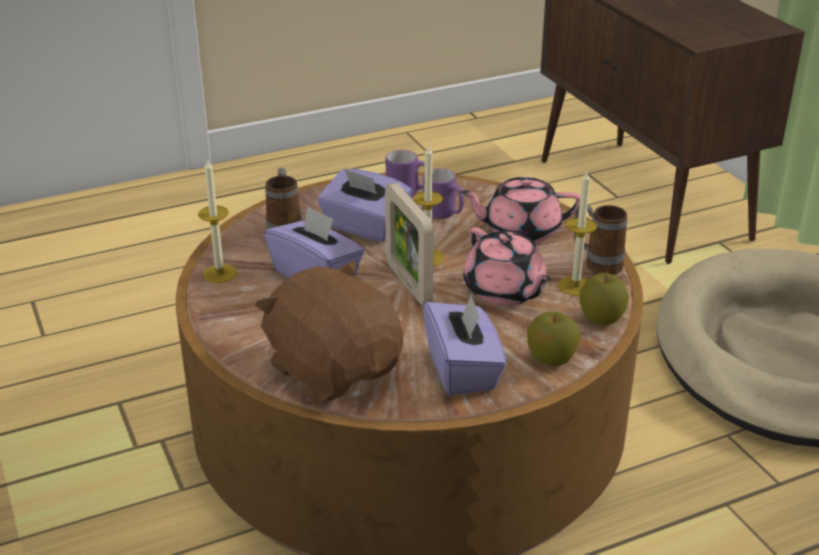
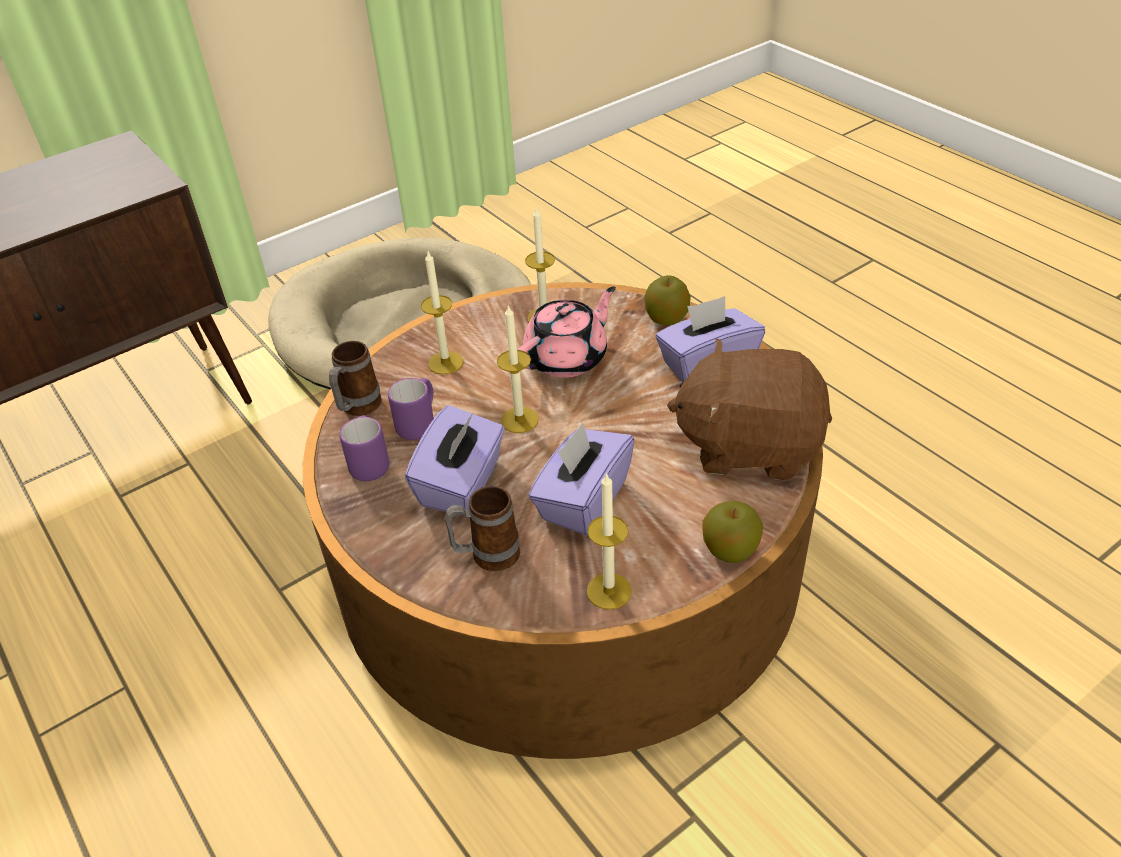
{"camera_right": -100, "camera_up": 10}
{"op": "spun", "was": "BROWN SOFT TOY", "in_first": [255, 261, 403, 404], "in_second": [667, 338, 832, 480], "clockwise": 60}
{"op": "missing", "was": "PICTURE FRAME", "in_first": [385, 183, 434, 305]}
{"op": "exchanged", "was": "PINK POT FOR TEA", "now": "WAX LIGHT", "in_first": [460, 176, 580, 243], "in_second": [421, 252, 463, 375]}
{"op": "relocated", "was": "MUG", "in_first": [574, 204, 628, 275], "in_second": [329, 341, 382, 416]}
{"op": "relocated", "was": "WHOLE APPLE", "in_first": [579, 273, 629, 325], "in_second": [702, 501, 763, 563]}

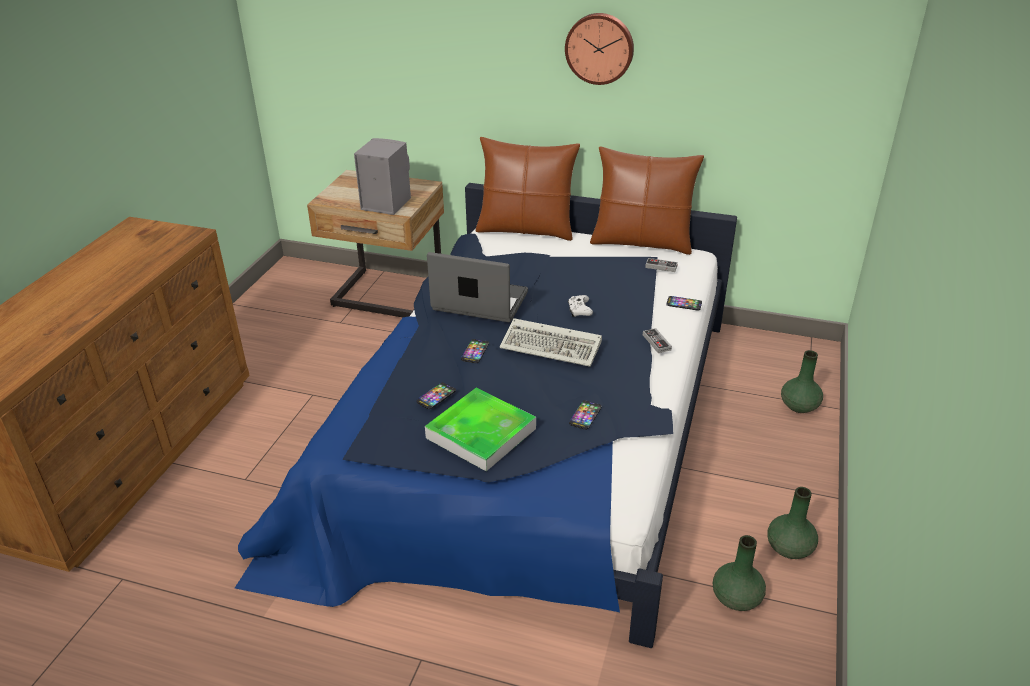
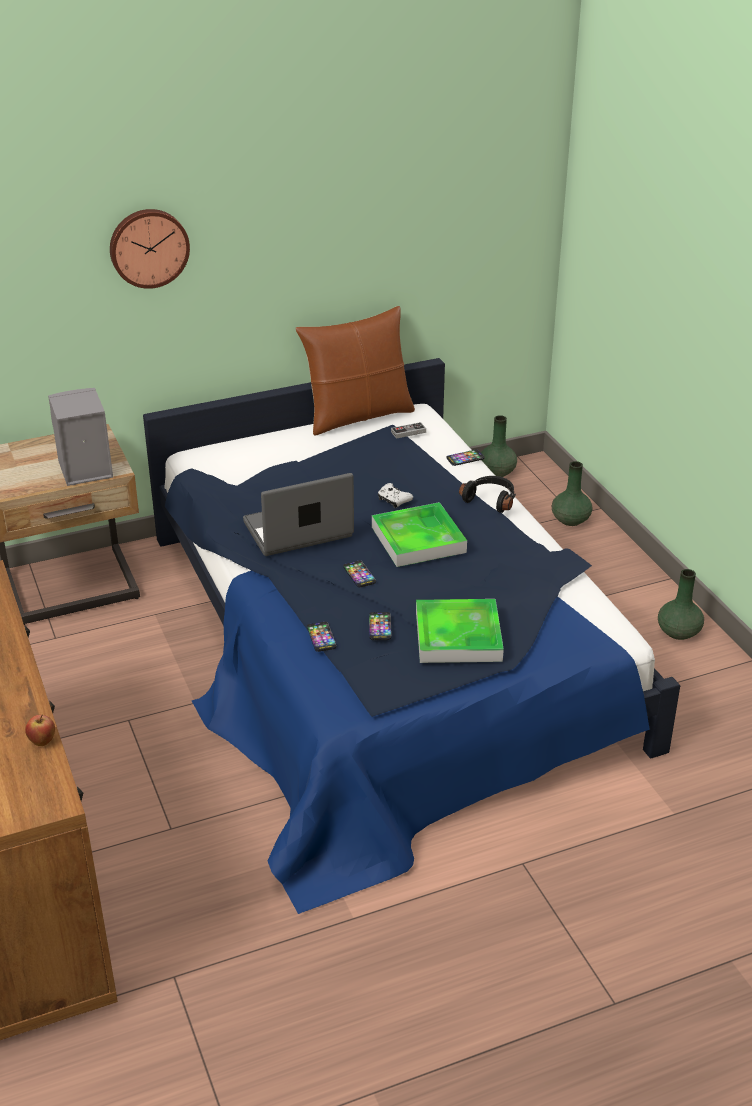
{"camera_right": -40, "camera_up": 0}
{"op": "missing", "was": "BROWN THROW PILLOW", "in_first": [475, 137, 580, 241]}
{"op": "exchanged", "was": "KEYBOARD", "now": "CARRYING TRAY", "in_first": [500, 318, 602, 367], "in_second": [372, 502, 467, 567]}
{"op": "relocated", "was": "CLOCK ON THE WALL", "in_first": [565, 13, 634, 85], "in_second": [110, 209, 190, 289]}
{"op": "relocated", "was": "TELEPHONE", "in_first": [569, 400, 602, 430], "in_second": [307, 622, 336, 652]}
{"op": "exchanged", "was": "GAMEPAD", "now": "BLACKISH PAIR OF HEADPHONES", "in_first": [643, 328, 672, 353], "in_second": [459, 476, 516, 513]}
{"op": "relocated", "was": "GREENISH FLOWER VASE", "in_first": [713, 535, 766, 611], "in_second": [481, 415, 517, 477]}
{"op": "appeared", "now": "WHOLE APPLE", "in_second": [25, 715, 55, 746]}

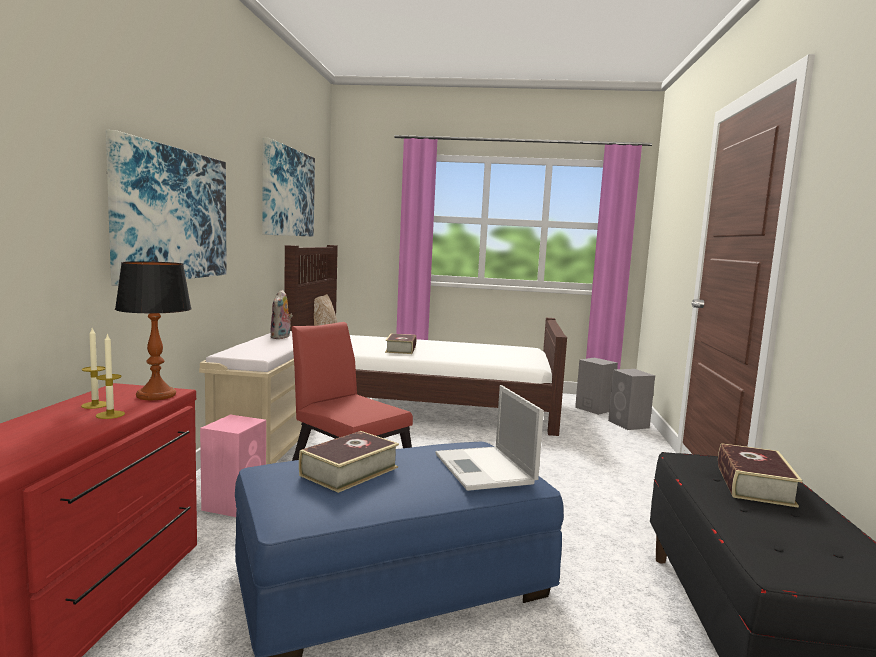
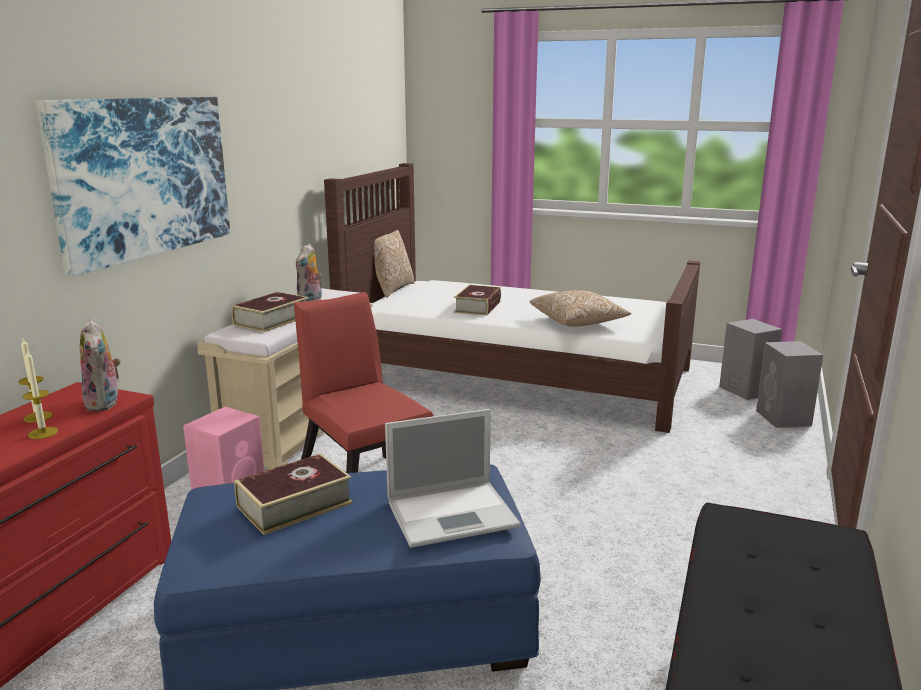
{"camera_right": 15, "camera_up": 10}
{"op": "exchanged", "was": "TABLE LAMP", "now": "SOFT TOY", "in_first": [115, 261, 192, 400], "in_second": [80, 319, 121, 411]}
{"op": "missing", "was": "WALL PICTURE", "in_first": [262, 137, 315, 237]}
{"op": "spun", "was": "PORTABLE COMPUTER", "in_first": [435, 385, 544, 491], "in_second": [385, 409, 521, 548], "clockwise": -105}
{"op": "relocated", "was": "VOLUME", "in_first": [718, 443, 803, 508], "in_second": [232, 292, 309, 332]}
{"op": "appeared", "now": "THROW PILLOW", "in_second": [530, 290, 631, 327]}

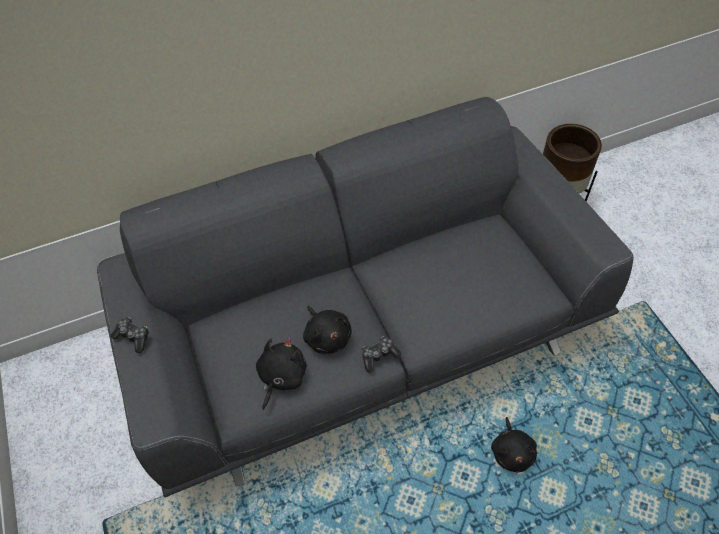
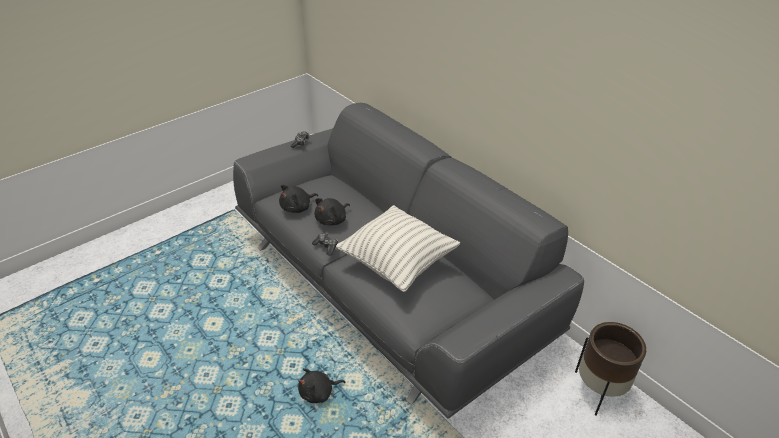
{"camera_right": 70, "camera_up": -15}
{"op": "spun", "was": "BLACKISH SOFT TOY", "in_first": [256, 337, 307, 410], "in_second": [279, 185, 318, 213], "clockwise": 135}
{"op": "appeared", "now": "THROW PILLOW", "in_second": [336, 205, 460, 292]}

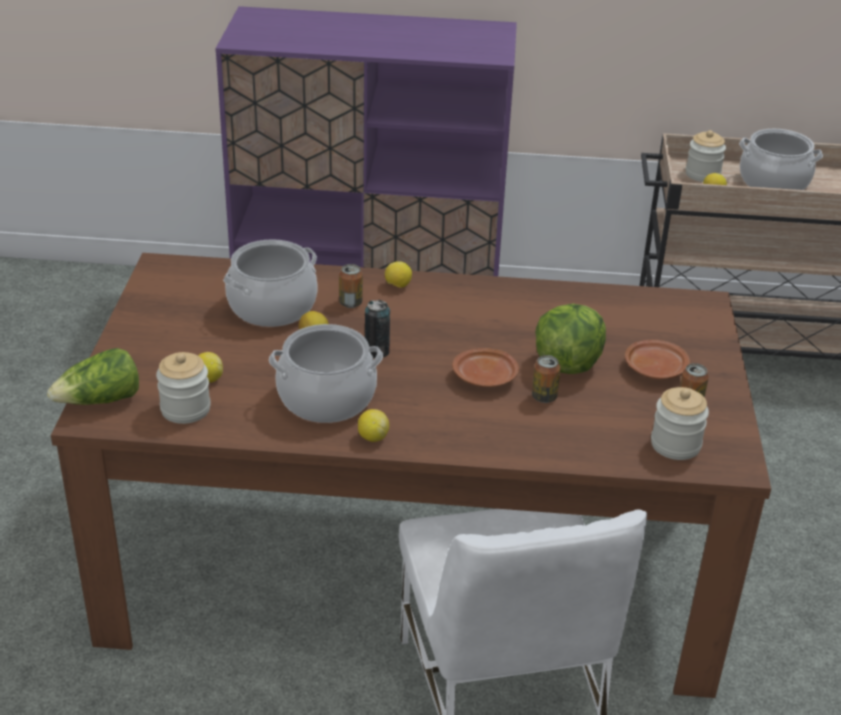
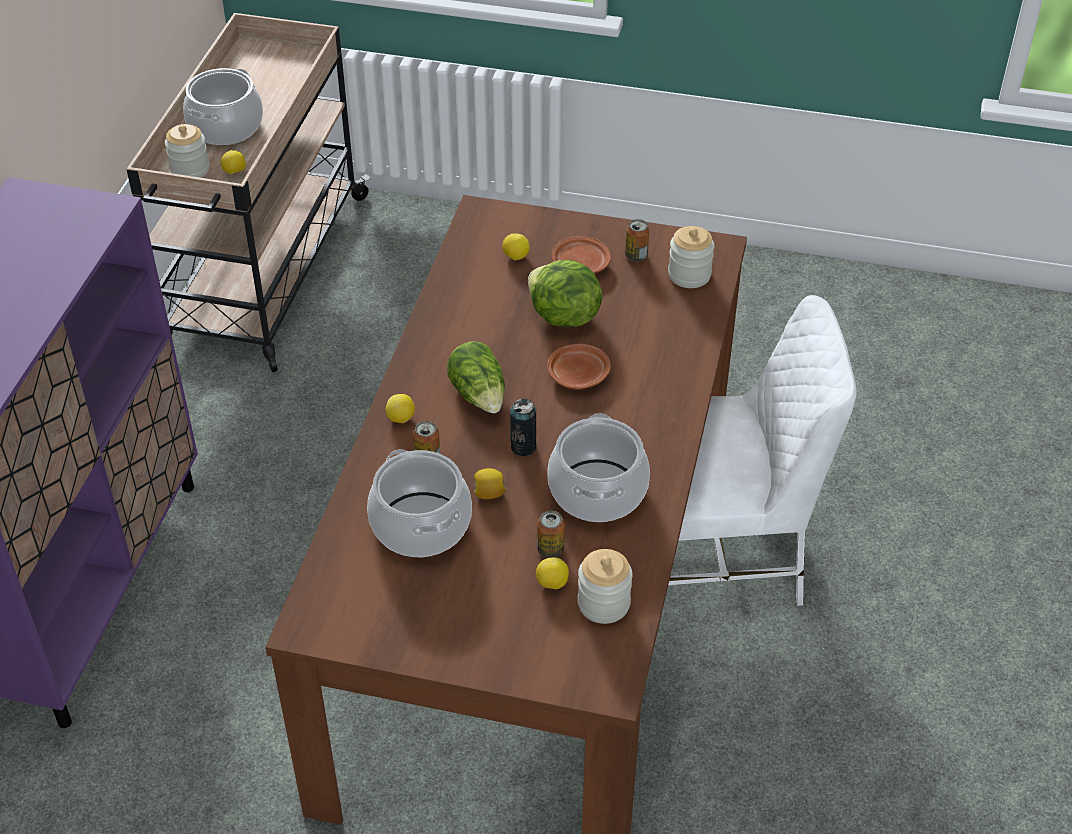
{"camera_right": -80, "camera_up": 10}
{"op": "relocated", "was": "LETTUCE", "in_first": [47, 348, 139, 405], "in_second": [447, 341, 505, 413]}
{"op": "relocated", "was": "CITRUS FRUIT", "in_first": [358, 409, 389, 442], "in_second": [502, 233, 529, 260]}
{"op": "relocated", "was": "METAL CAN", "in_first": [532, 355, 560, 403], "in_second": [537, 511, 565, 558]}

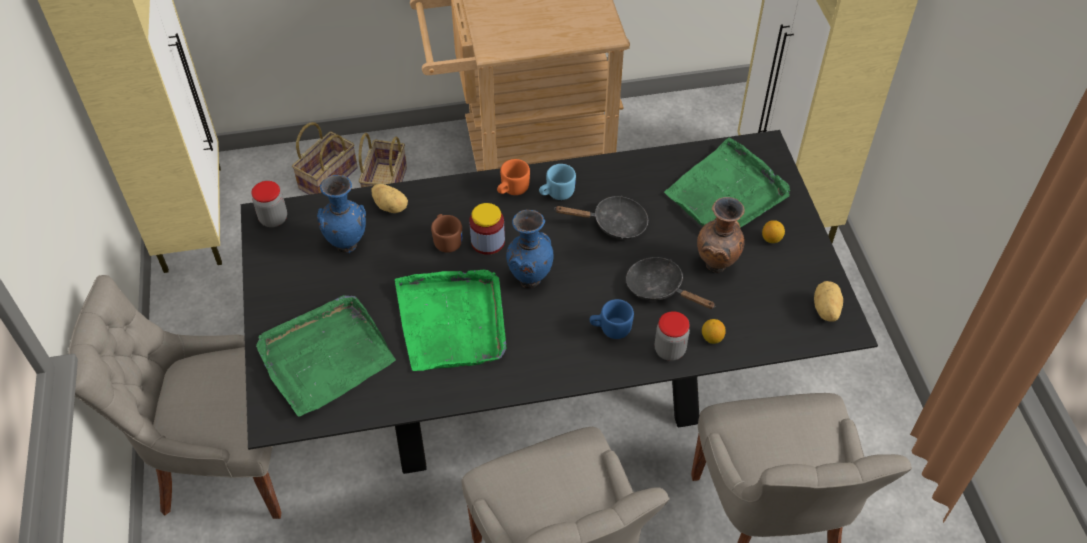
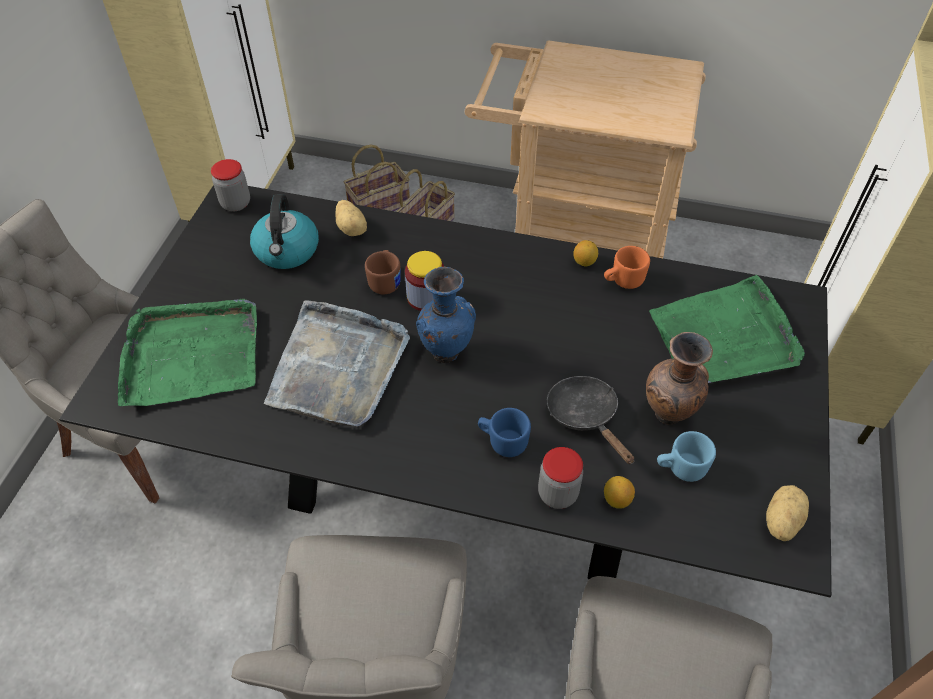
{"camera_right": 25, "camera_up": 0}
{"op": "exchanged", "was": "BLUE FLOWER VASE", "now": "WATER KETTLE", "in_first": [317, 175, 366, 253], "in_second": [250, 194, 319, 269]}
{"op": "colour", "was": "GREENISH CARRYING TRAY", "now": "GRAY CARRYING TRAY", "in_first": [395, 270, 507, 371], "in_second": [264, 300, 410, 427]}
{"op": "relocated", "was": "ORANGE MUG", "in_first": [497, 159, 530, 195], "in_second": [604, 246, 650, 289]}
{"op": "relocated", "was": "BLUE MUG", "in_first": [539, 164, 576, 200], "in_second": [657, 431, 716, 482]}
{"op": "missing", "was": "BLACKISH SKILLET", "in_first": [554, 196, 648, 240]}
{"op": "relocated", "was": "CITRUS FRUIT", "in_first": [762, 220, 785, 243], "in_second": [573, 240, 598, 266]}

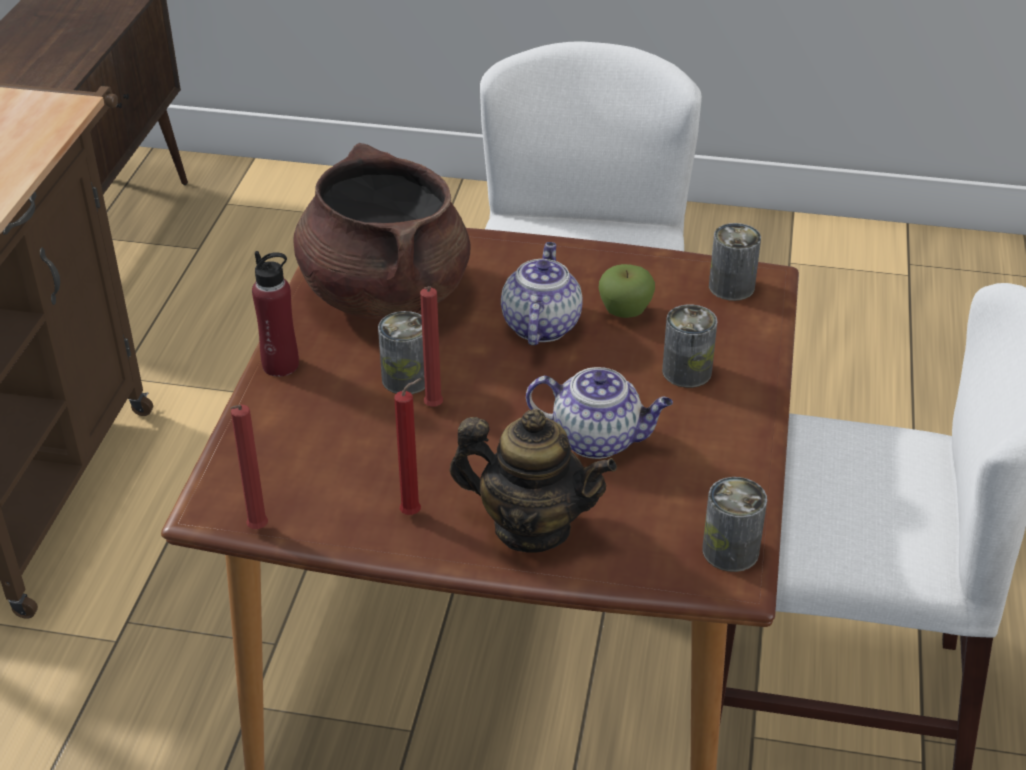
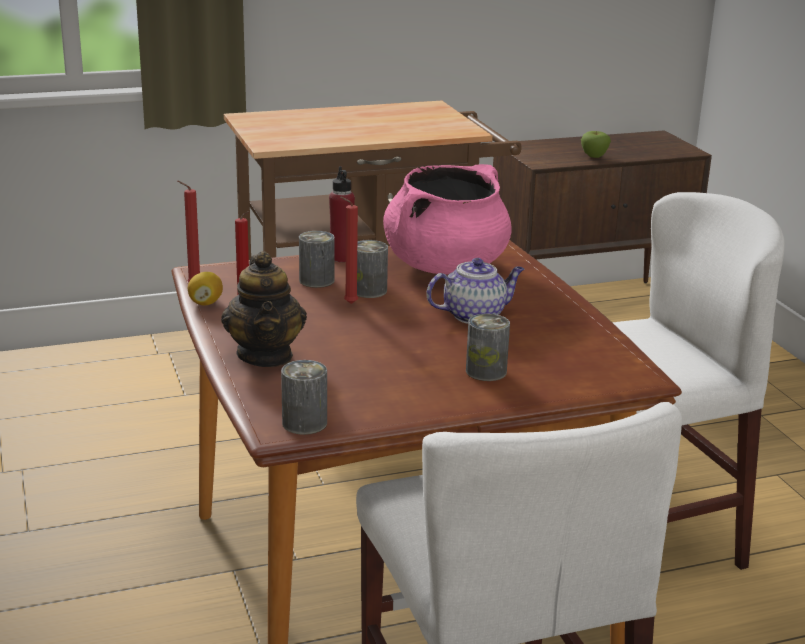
{"camera_right": 60, "camera_up": -15}
{"op": "colour", "was": "BROWN SAUCEPOT", "now": "PINK SAUCEPOT", "in_first": [293, 143, 470, 319], "in_second": [383, 164, 512, 274]}
{"op": "missing", "was": "POT FOR TEA", "in_first": [526, 367, 673, 459]}
{"op": "relocated", "was": "WHOLE APPLE", "in_first": [599, 264, 655, 318], "in_second": [581, 131, 611, 158]}
{"op": "relocated", "was": "METAL CAN", "in_first": [709, 223, 761, 301], "in_second": [299, 231, 335, 288]}
{"op": "appeared", "now": "CITRUS FRUIT", "in_second": [188, 272, 223, 305]}

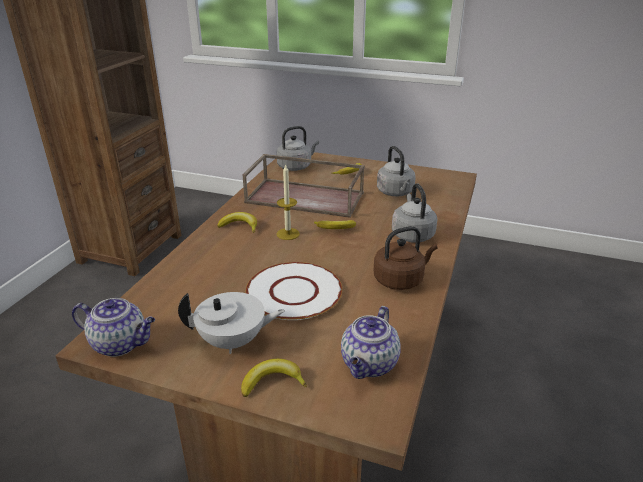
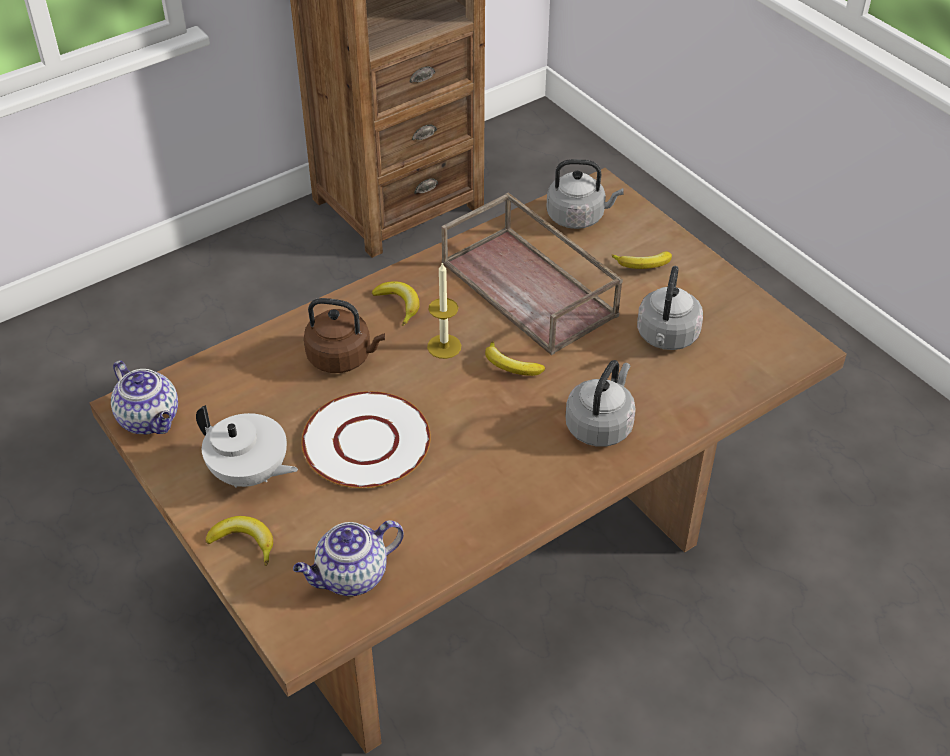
{"camera_right": 35, "camera_up": 15}
{"op": "relocated", "was": "BROWN WATER KETTLE", "in_first": [374, 226, 437, 290], "in_second": [304, 298, 385, 373]}

